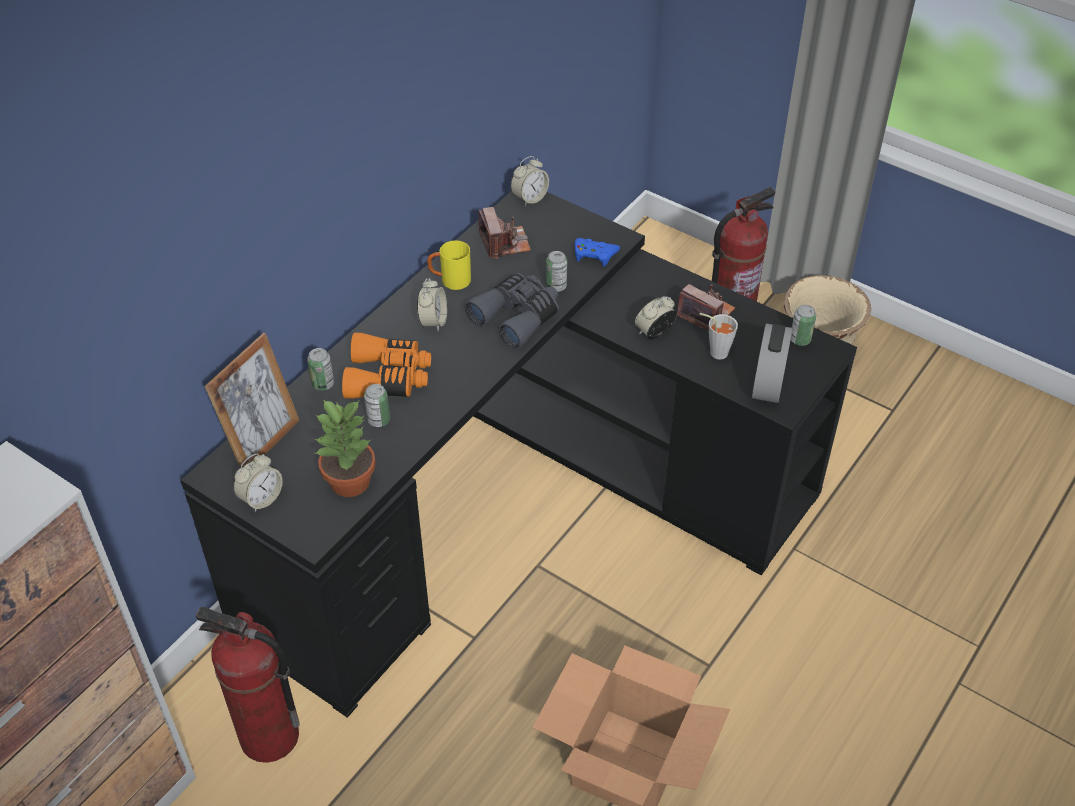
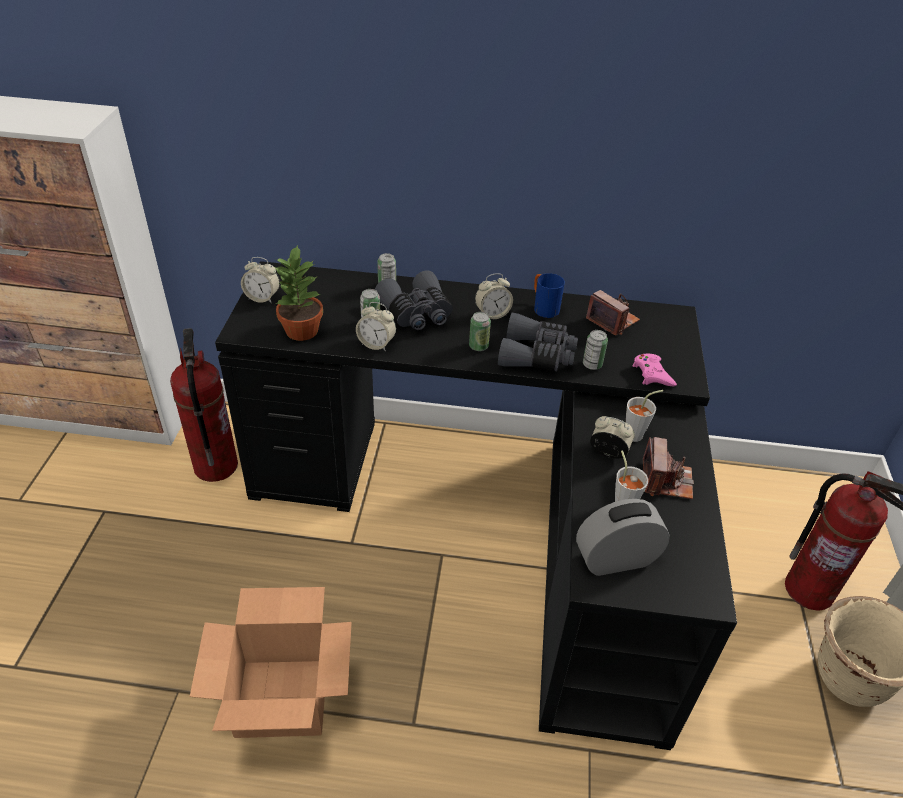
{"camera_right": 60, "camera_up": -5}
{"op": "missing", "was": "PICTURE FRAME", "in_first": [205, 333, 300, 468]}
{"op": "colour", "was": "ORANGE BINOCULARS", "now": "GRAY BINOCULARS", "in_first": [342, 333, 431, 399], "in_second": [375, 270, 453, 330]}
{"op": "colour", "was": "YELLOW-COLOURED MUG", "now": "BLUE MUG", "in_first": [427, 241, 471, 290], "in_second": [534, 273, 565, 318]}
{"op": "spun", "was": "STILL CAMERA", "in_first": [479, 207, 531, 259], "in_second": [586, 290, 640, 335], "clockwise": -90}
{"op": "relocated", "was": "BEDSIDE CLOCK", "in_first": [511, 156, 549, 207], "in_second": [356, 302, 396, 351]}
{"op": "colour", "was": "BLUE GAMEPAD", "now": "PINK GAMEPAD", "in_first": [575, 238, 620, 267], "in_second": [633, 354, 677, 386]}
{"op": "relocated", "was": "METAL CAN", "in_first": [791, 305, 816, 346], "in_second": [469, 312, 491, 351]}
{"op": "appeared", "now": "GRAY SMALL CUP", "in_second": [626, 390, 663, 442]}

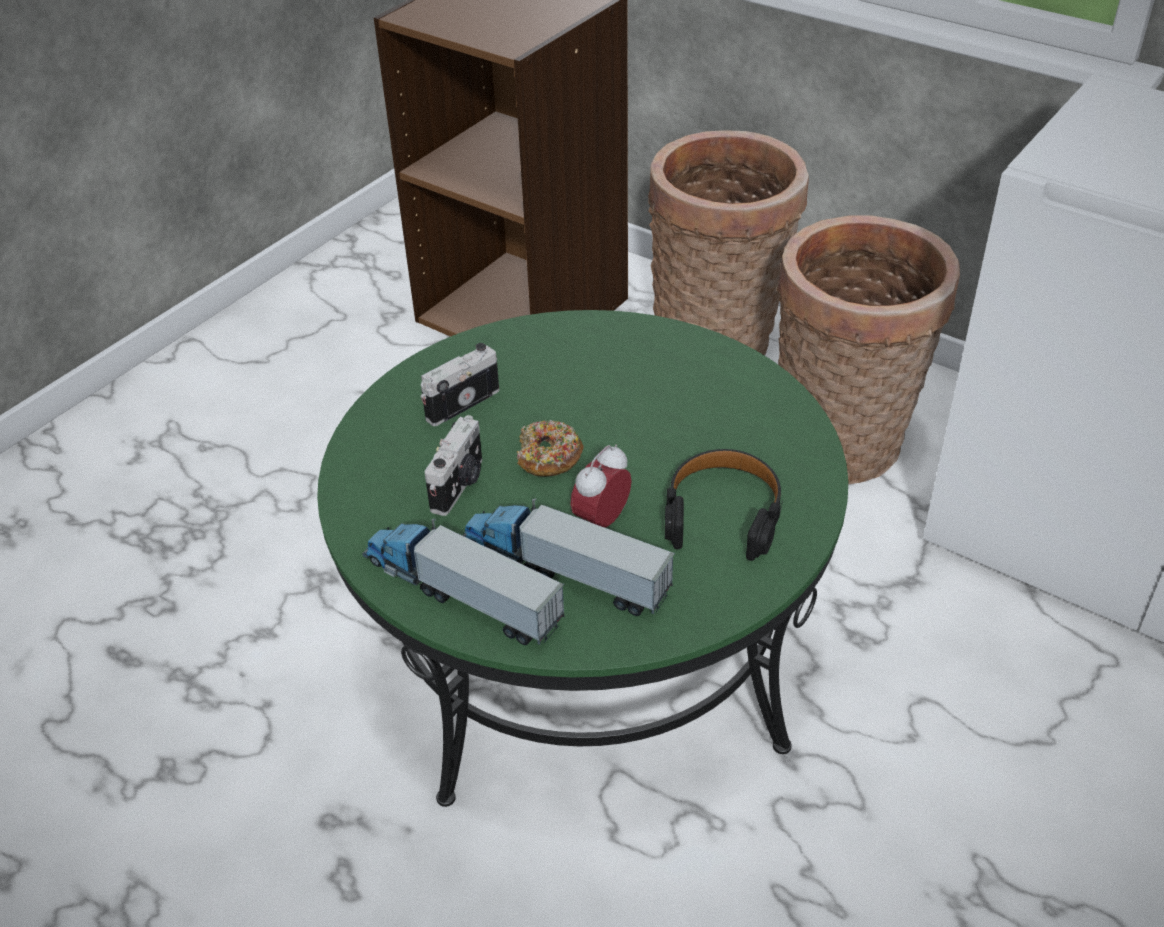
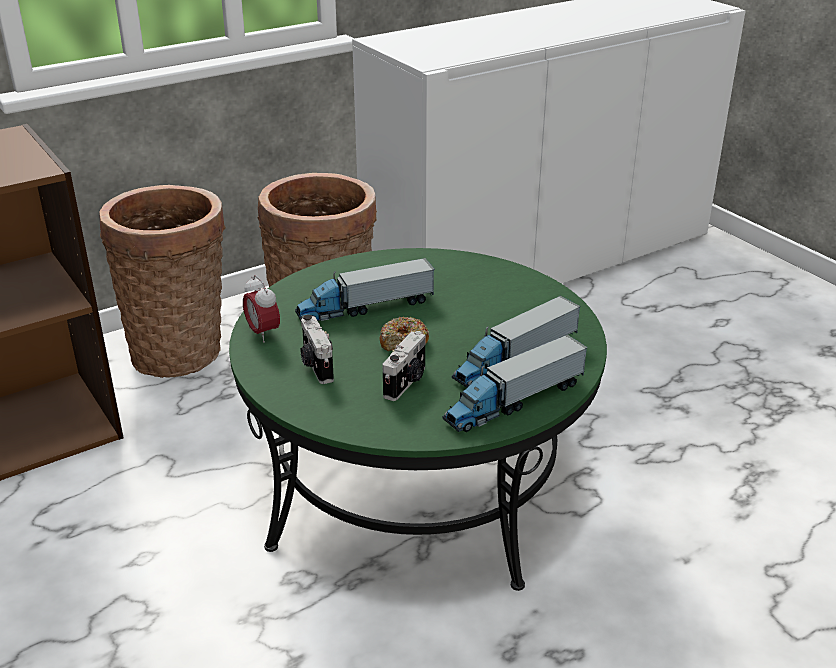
{"camera_right": -70, "camera_up": -10}
{"op": "spun", "was": "STILL CAMERA", "in_first": [424, 415, 482, 516], "in_second": [382, 331, 426, 401], "clockwise": 75}
{"op": "relocated", "was": "BEDSIDE CLOCK", "in_first": [570, 445, 632, 528], "in_second": [243, 275, 280, 343]}
{"op": "missing", "was": "BLACKISH PAIR OF HEADPHONES", "in_first": [665, 449, 783, 561]}
{"op": "appeared", "now": "MODEL TRUCK", "in_second": [295, 258, 435, 321]}

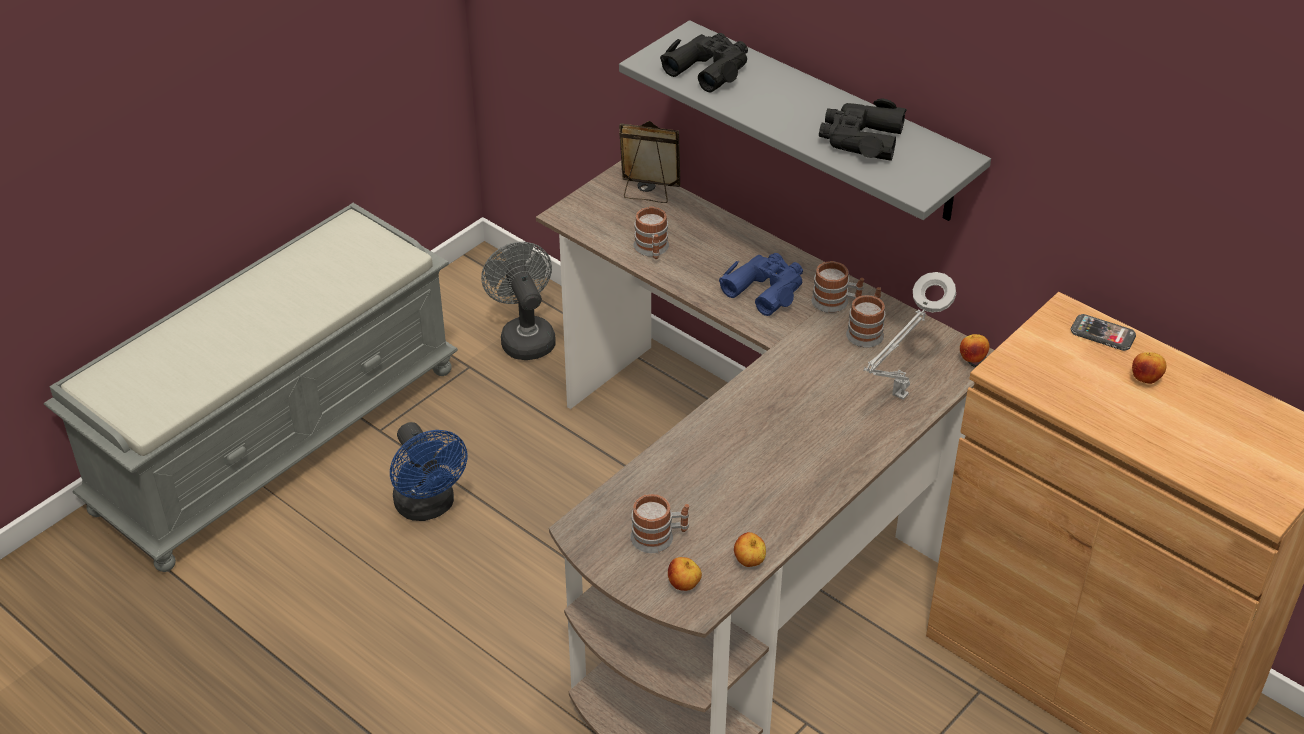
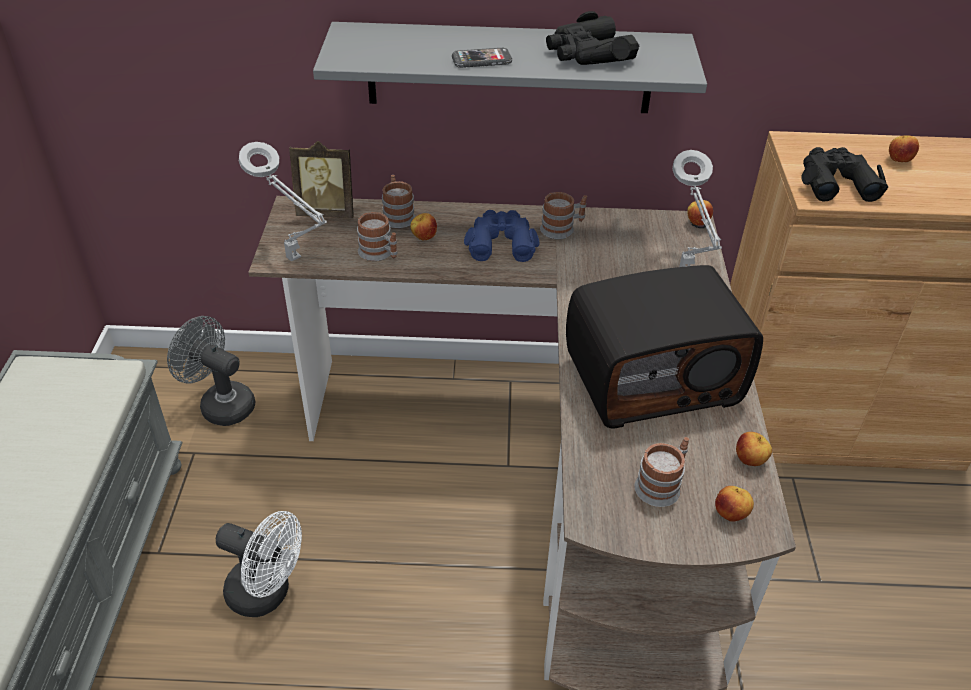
{"camera_right": -40, "camera_up": 0}
{"op": "colour", "was": "BLUE COOLING FAN", "now": "WHITISH COOLING FAN", "in_first": [390, 422, 468, 521], "in_second": [216, 511, 302, 617]}
{"op": "spun", "was": "PICTURE FRAME", "in_first": [619, 121, 680, 203], "in_second": [289, 141, 354, 218], "clockwise": -150}
{"op": "relocated", "was": "BLACKISH BINOCULARS", "in_first": [660, 33, 748, 93], "in_second": [801, 147, 888, 202]}
{"op": "relocated", "was": "MUG", "in_first": [846, 287, 885, 348], "in_second": [382, 175, 416, 228]}
{"op": "relocated", "was": "TELEPHONE", "in_first": [1071, 314, 1136, 351], "in_second": [452, 48, 512, 68]}
{"op": "appeared", "now": "GRAY TABLE LAMP", "in_second": [239, 142, 327, 261]}
{"op": "appeared", "now": "WHOLE APPLE", "in_second": [410, 213, 437, 240]}
{"op": "appeared", "now": "RADIO", "in_second": [566, 265, 763, 429]}

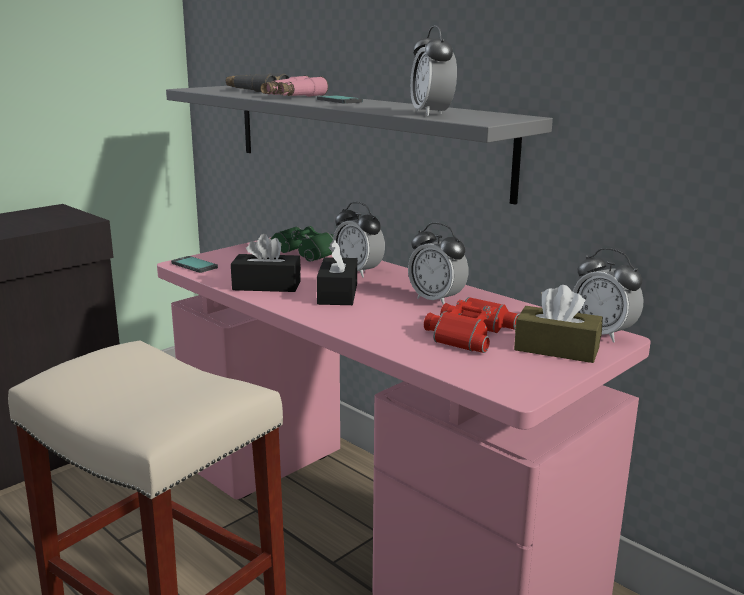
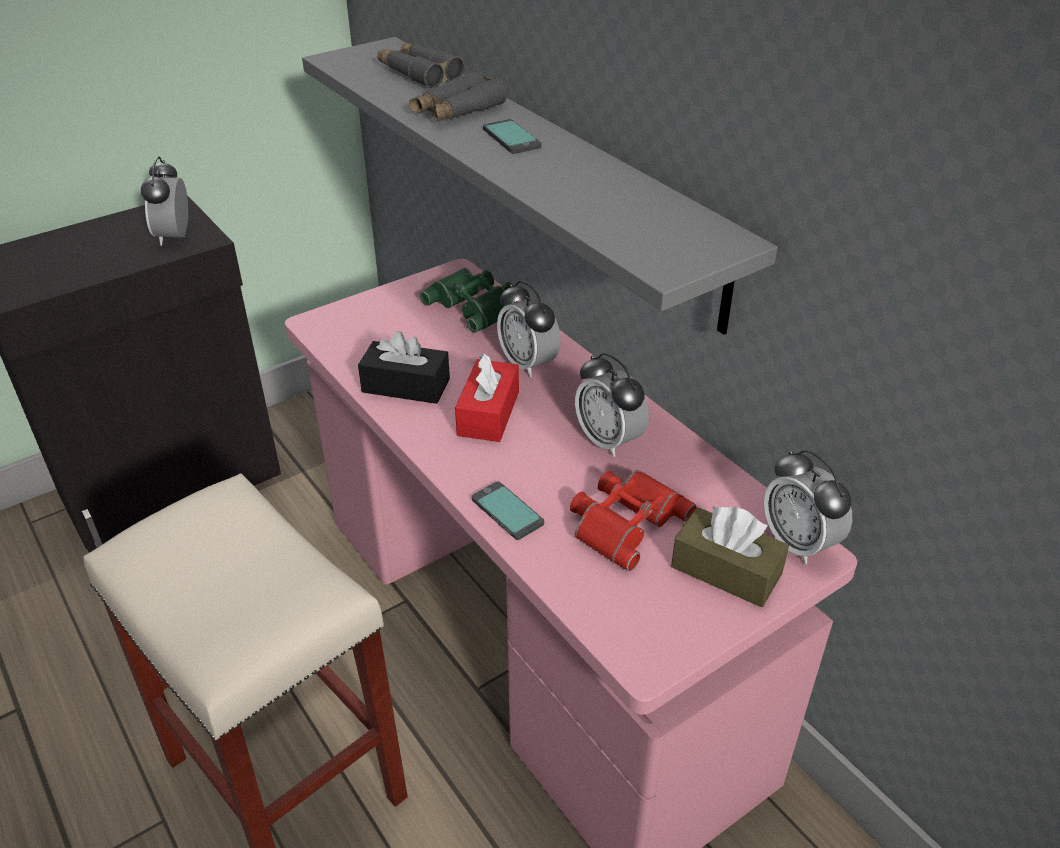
{"camera_right": 10, "camera_up": 20}
{"op": "relocated", "was": "TELEPHONE", "in_first": [171, 256, 218, 273], "in_second": [472, 481, 544, 540]}
{"op": "colour", "was": "PINK BINOCULARS", "now": "GRAY BINOCULARS", "in_first": [260, 76, 328, 97], "in_second": [409, 70, 507, 122]}
{"op": "colour", "was": "BLACKISH TISSUE HOLDER", "now": "REDDISH TISSUE HOLDER", "in_first": [317, 240, 357, 305], "in_second": [455, 353, 519, 442]}
{"op": "relocated", "was": "BEDSIDE CLOCK", "in_first": [410, 25, 457, 116], "in_second": [141, 156, 188, 246]}

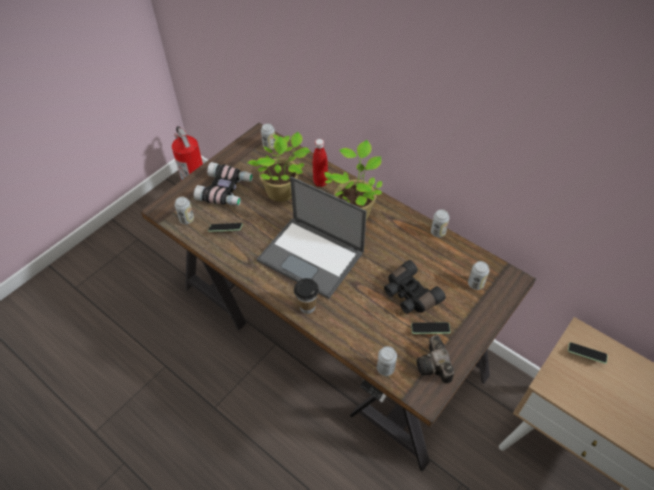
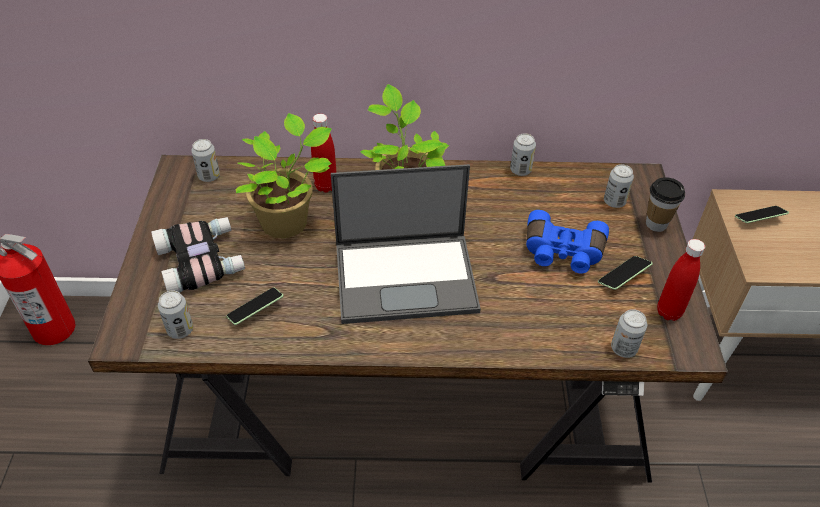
{"camera_right": -40, "camera_up": -5}
{"op": "relocated", "was": "SMALL CUP", "in_first": [294, 278, 319, 314], "in_second": [646, 177, 685, 232]}
{"op": "colour", "was": "BLACKISH BINOCULARS", "now": "BLUE BINOCULARS", "in_first": [384, 260, 446, 314], "in_second": [526, 210, 609, 274]}
{"op": "exchanged", "was": "STILL CAMERA", "now": "REDDISH DRINK BOTTLE", "in_first": [417, 335, 454, 384], "in_second": [657, 239, 705, 321]}

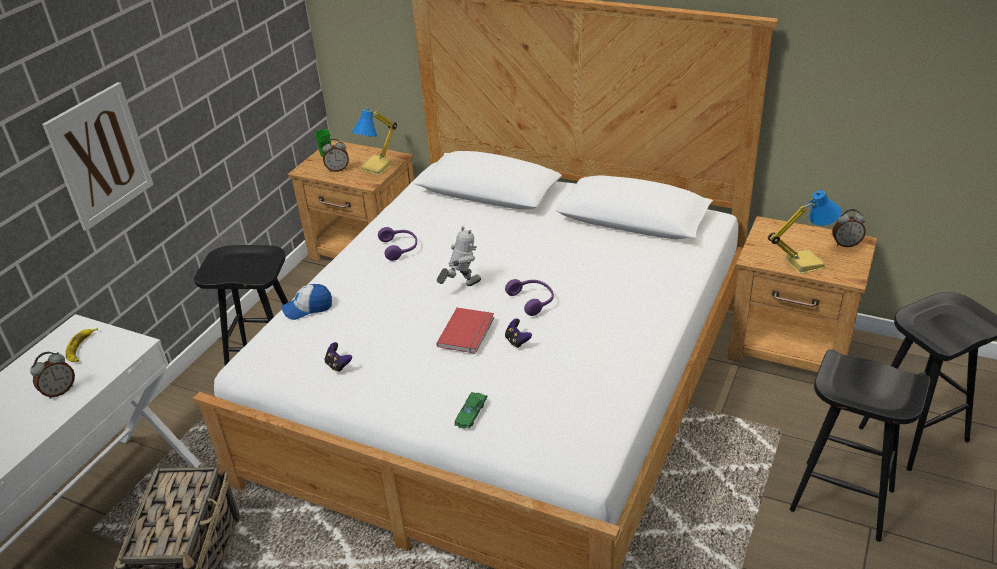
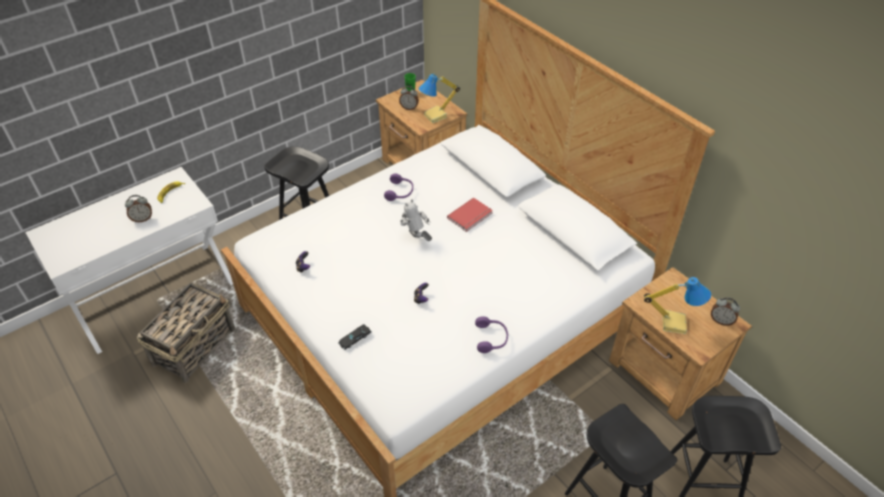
{"camera_right": 25, "camera_up": 10}
{"op": "missing", "was": "WALL PICTURE", "in_first": [42, 82, 154, 231]}
{"op": "missing", "was": "BASEBALL CAP", "in_first": [281, 284, 332, 320]}
{"op": "relocated", "was": "REDDISH VOLUME", "in_first": [436, 307, 494, 354], "in_second": [447, 197, 493, 232]}
{"op": "spun", "was": "TOY ROBOT", "in_first": [437, 226, 481, 286], "in_second": [400, 199, 432, 241], "clockwise": -120}
{"op": "colour", "was": "GREENISH MINIATURE CAR", "now": "BLACKISH MINIATURE CAR", "in_first": [454, 392, 488, 429], "in_second": [338, 324, 372, 350]}
{"op": "relocated", "was": "PURPLE PAIR OF HEADPHONES", "in_first": [505, 279, 554, 316], "in_second": [475, 316, 508, 353]}

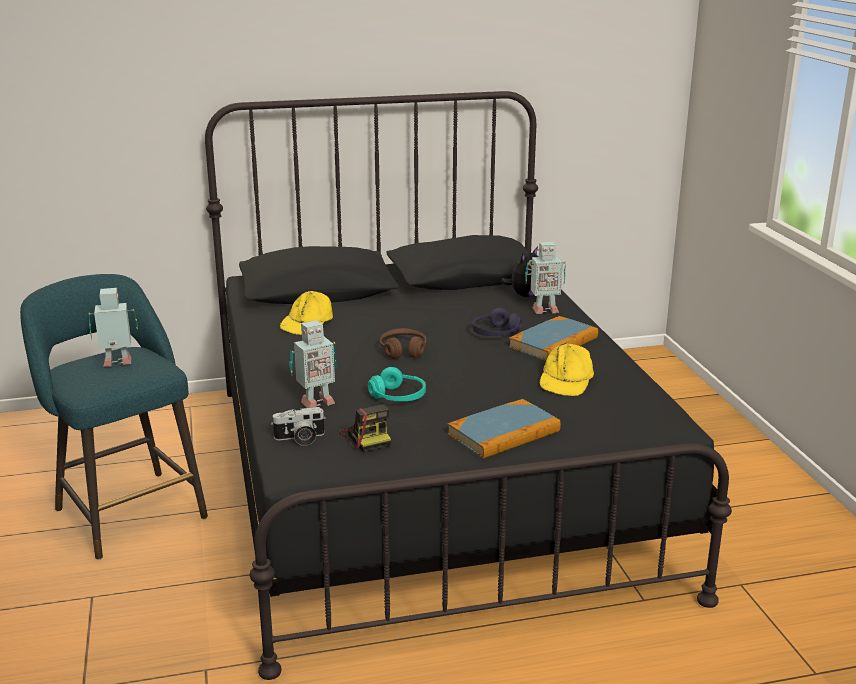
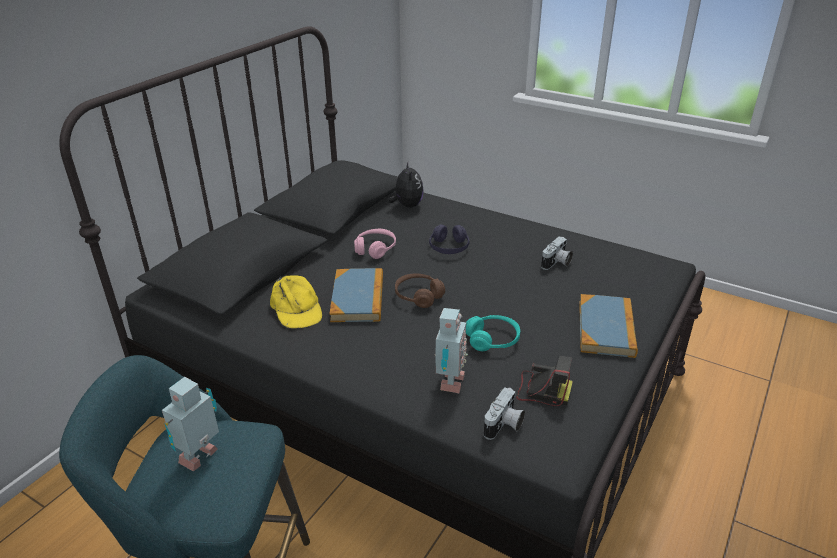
{"camera_right": -45, "camera_up": 10}
{"op": "relocated", "was": "VOLUME", "in_first": [509, 316, 598, 361], "in_second": [329, 268, 383, 322]}
{"op": "missing", "was": "TOY ROBOT", "in_first": [525, 242, 566, 314]}
{"op": "exchanged", "was": "YELLOW-COLOURED BASEBALL CAP", "now": "STILL CAMERA", "in_first": [540, 342, 594, 396], "in_second": [541, 236, 573, 270]}
{"op": "appeared", "now": "PINK PAIR OF HEADPHONES", "in_second": [354, 229, 396, 259]}

